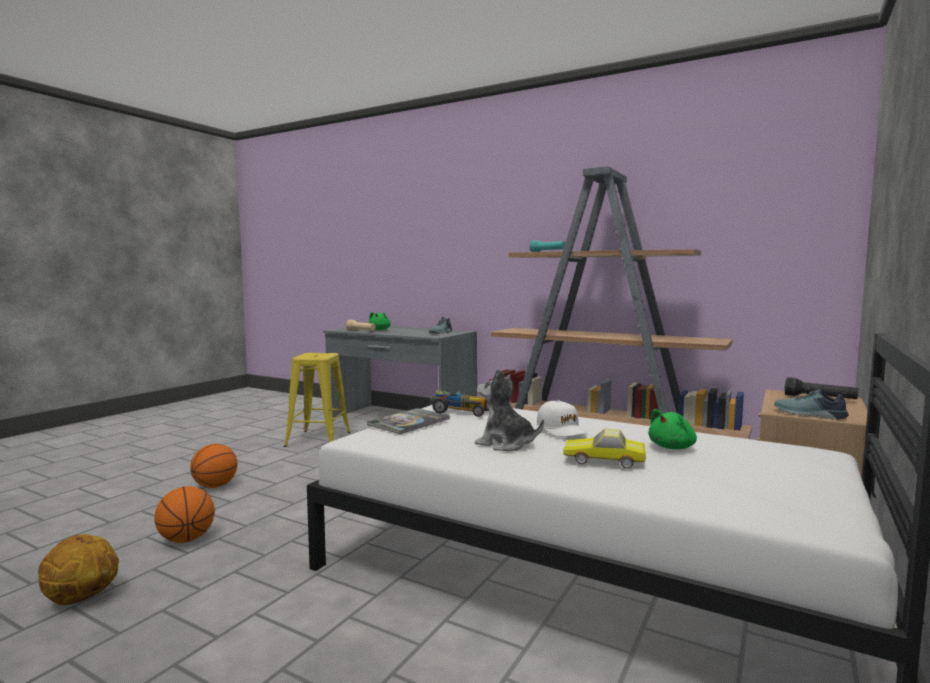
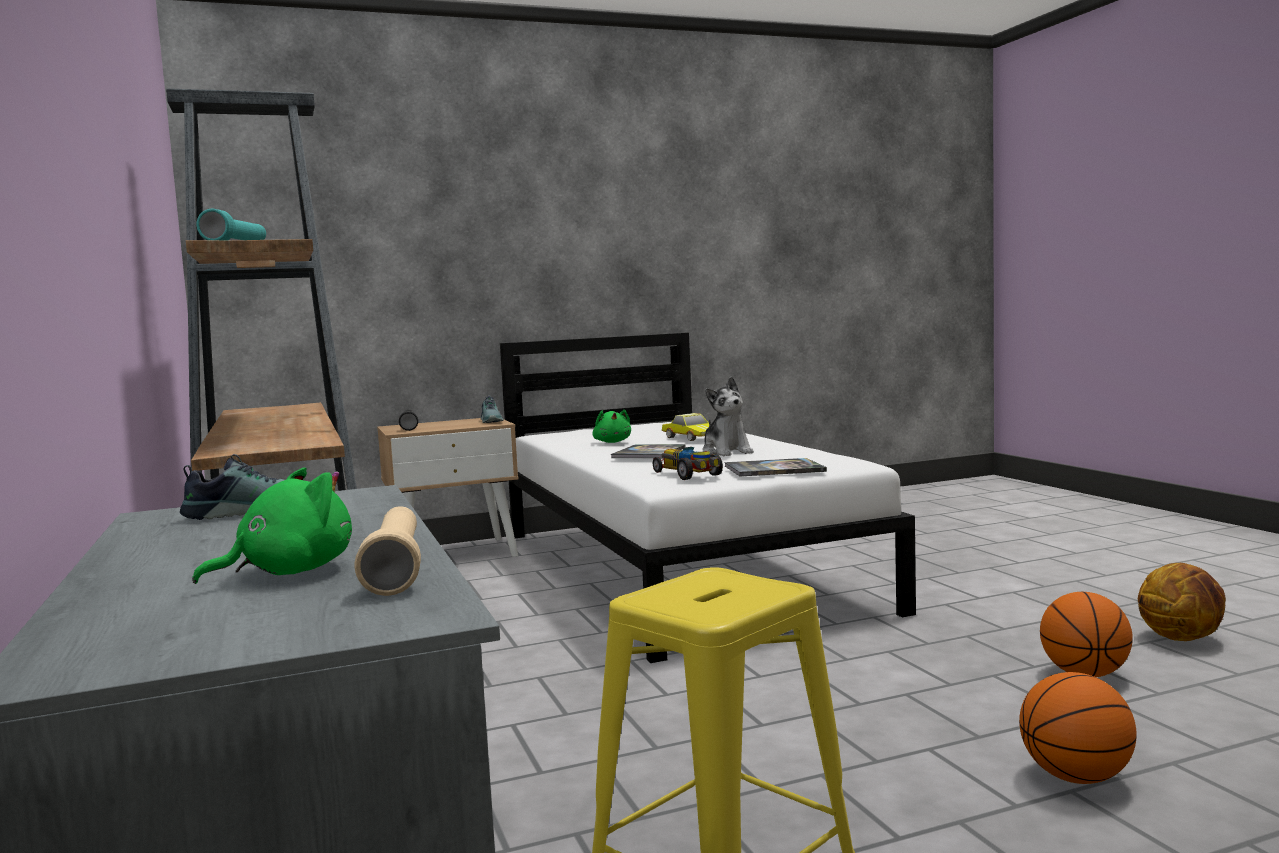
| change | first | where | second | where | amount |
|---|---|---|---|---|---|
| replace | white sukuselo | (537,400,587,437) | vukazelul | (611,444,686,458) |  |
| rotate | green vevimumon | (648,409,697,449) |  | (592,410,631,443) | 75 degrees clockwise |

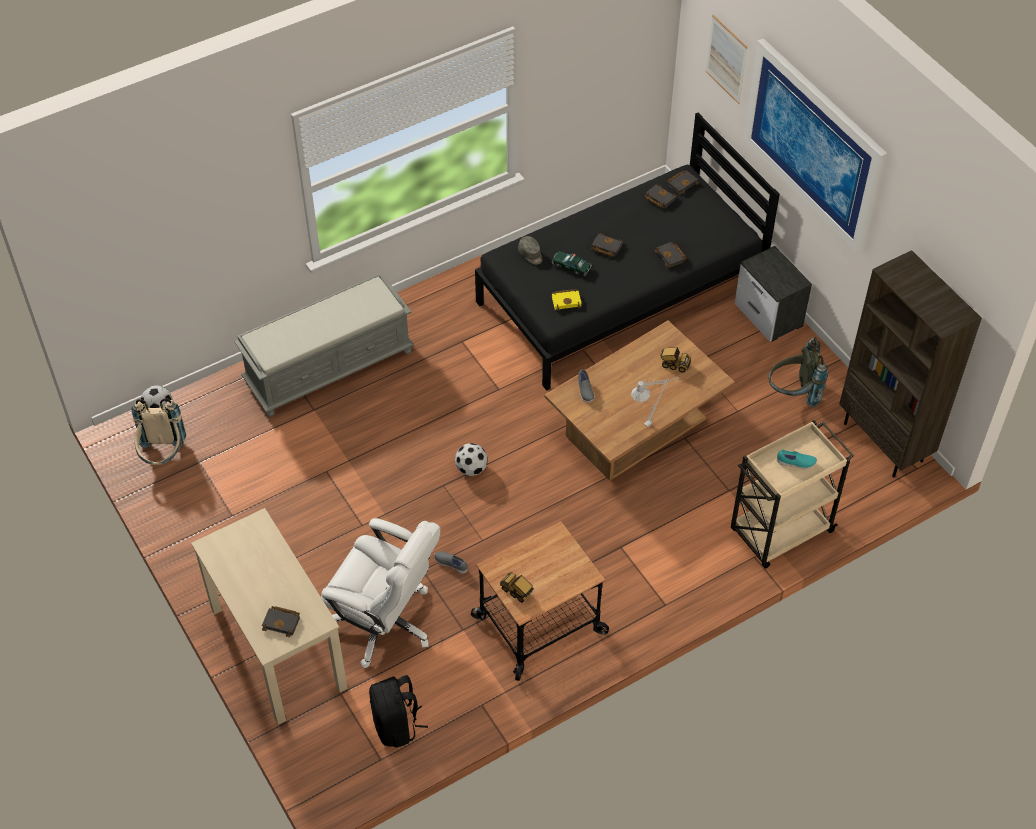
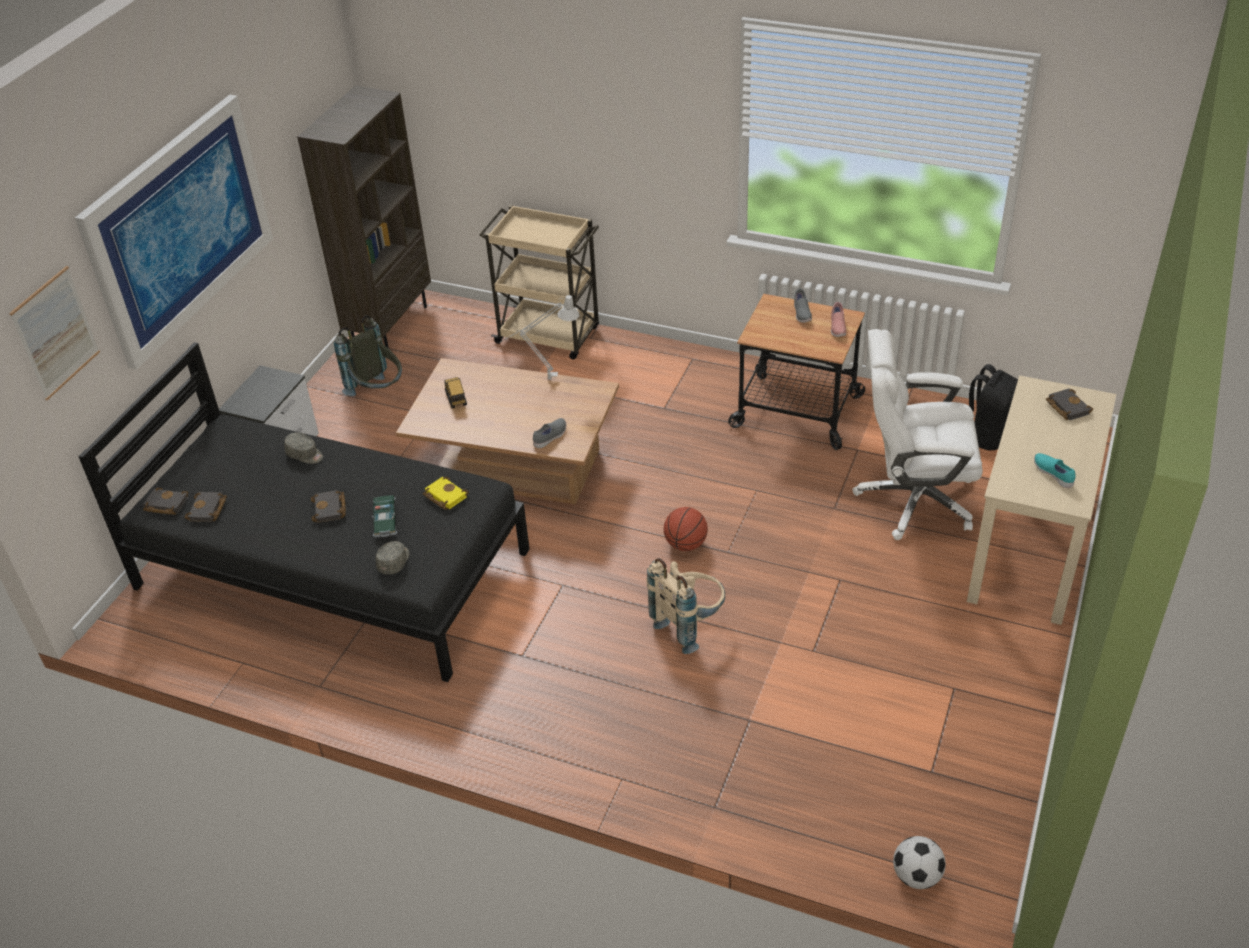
| change | first | where | second | where | amount |
|---|---|---|---|---|---|
| replace | black vukazelul | (654,242,687,268) | grey sukuselo | (284,432,323,464) |  |
| delete | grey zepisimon | (234,273,414,417) |  |  |  |
| move | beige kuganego | (132,398,186,465) |  | (646,558,725,654) |  |
| replace | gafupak | (455,443,488,476) | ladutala | (664,507,708,551) |  |
| move | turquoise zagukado | (777,450,817,469) |  | (1034,453,1076,488) |  |
| rotate | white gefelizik | (321,518,440,668) |  | (852,329,983,540) | 75 degrees counterclockwise |
| move | grey zagukado | (434,552,468,574) |  | (794,288,812,323) |  |
| replace | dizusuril | (500,572,534,603) | pink zagukado | (831,302,846,337) |  |

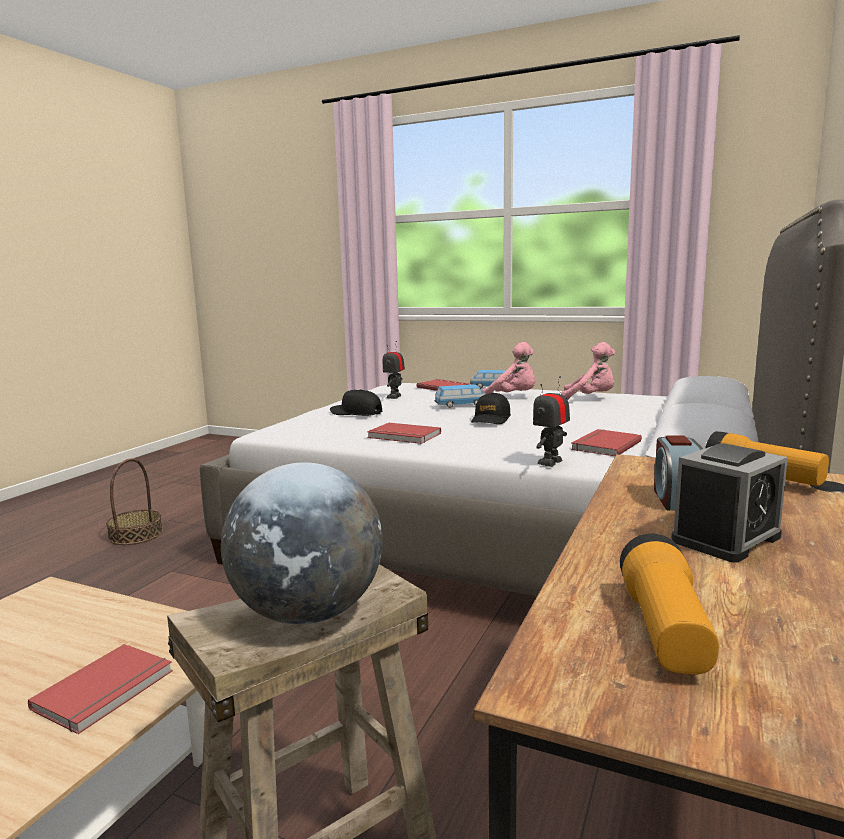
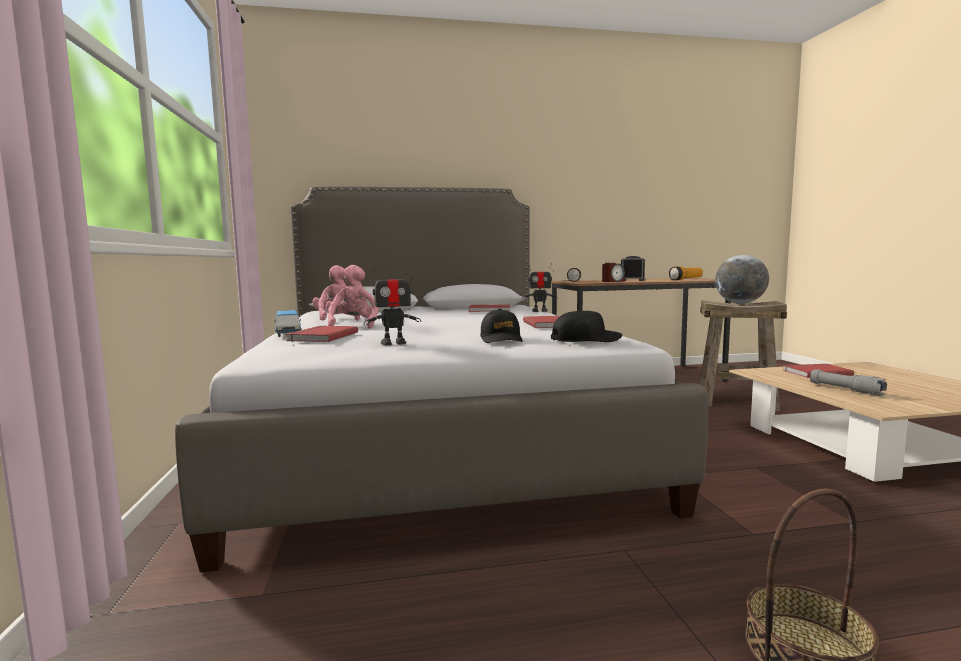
| change | first | where | second | where | amount |
|---|---|---|---|---|---|
| delete | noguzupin | (434,384,486,408) |  |  |  |
| move | black sukuselo | (471,392,511,424) |  | (551,310,622,342) |  |
| insert |  |  | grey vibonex | (810,369,887,396) |  |

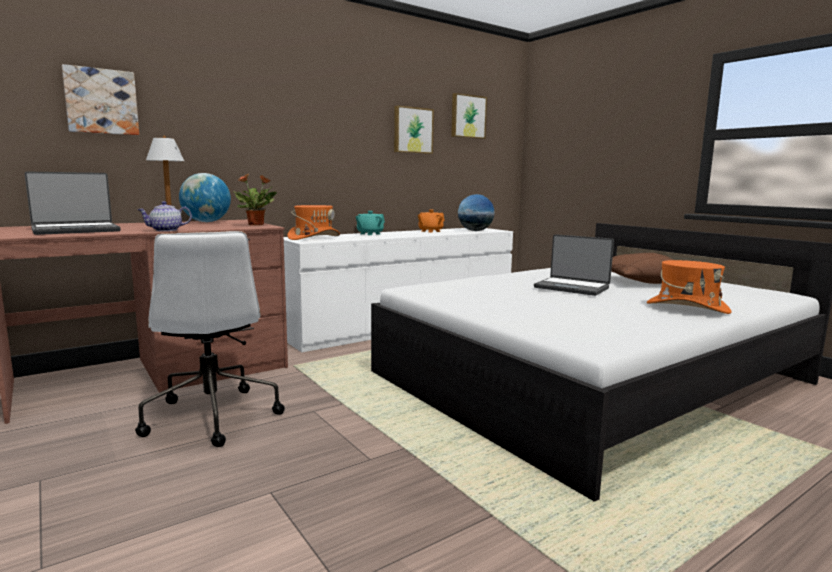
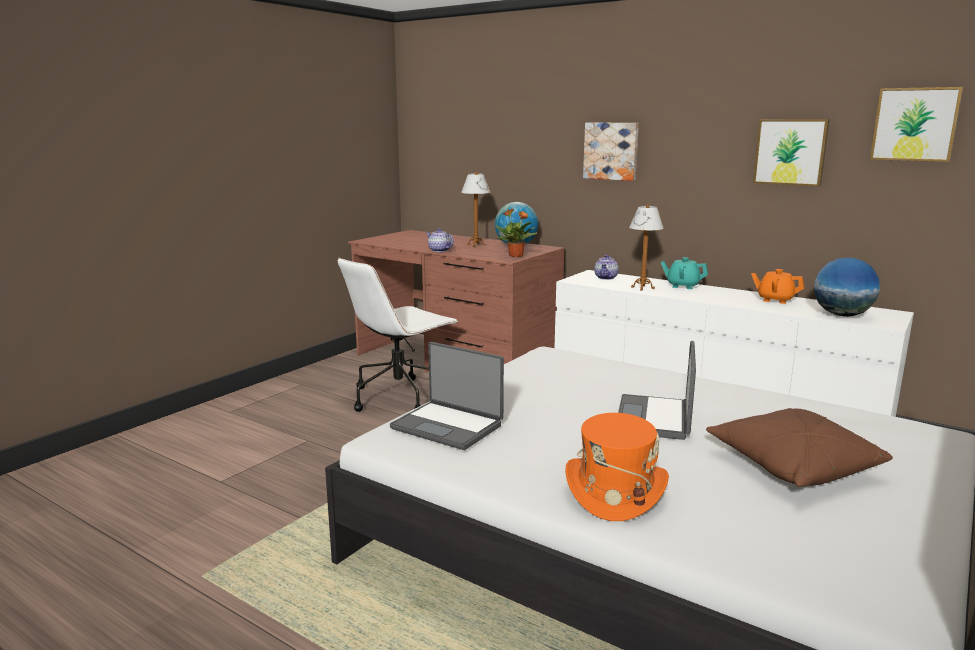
| change | first | where | second | where | amount |
|---|---|---|---|---|---|
| move | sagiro | (62,64,139,135) |  | (583,123,639,181) |  |
| move | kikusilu | (24,171,120,235) |  | (390,342,504,450) |  |
| replace | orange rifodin | (288,205,340,240) | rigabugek | (594,255,619,280) |  |
| insert |  |  | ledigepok | (629,204,664,291) |  |

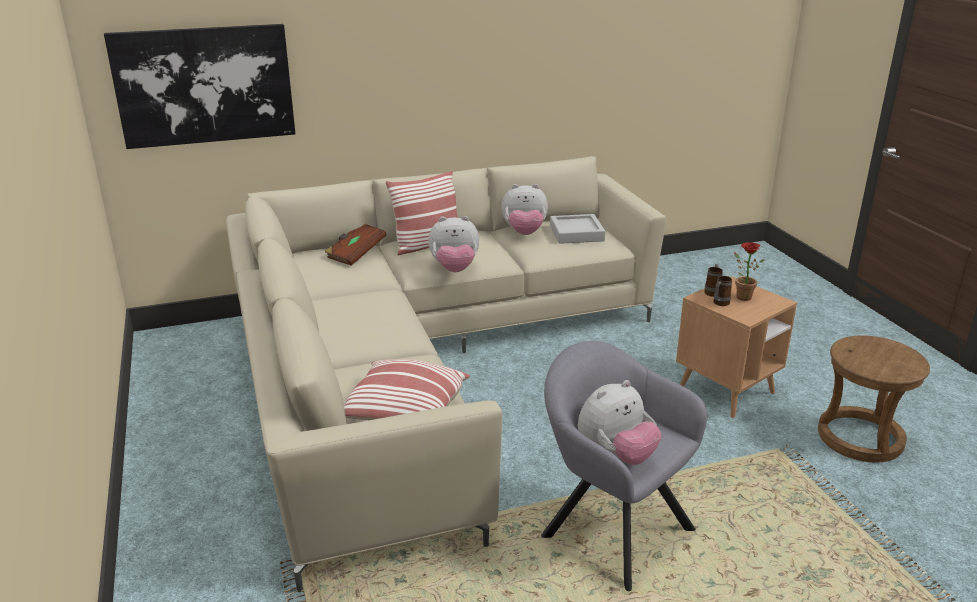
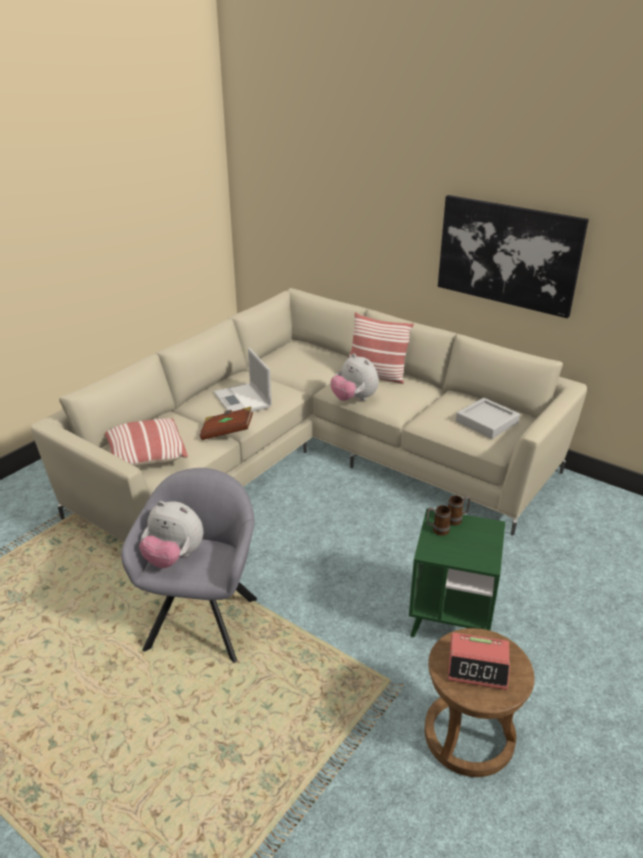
| change | first | where | second | where | amount |
|---|---|---|---|---|---|
| move | sagiro | (104,24,295,149) |  | (438,195,589,318) |  |
| delete | vevimumon | (501,184,548,235) |  |  |  |
| move | brown vukazelul | (325,223,387,266) |  | (200,406,253,440) |  |
| delete | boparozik | (734,242,765,301) |  |  |  |
| recolor | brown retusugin | (676,276,797,418) | green retusugin | (409,508,505,638) |  |
| insert |  |  | kikusilu | (213,348,272,412) |  |
| insert |  |  | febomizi | (448,633,510,690) |  |

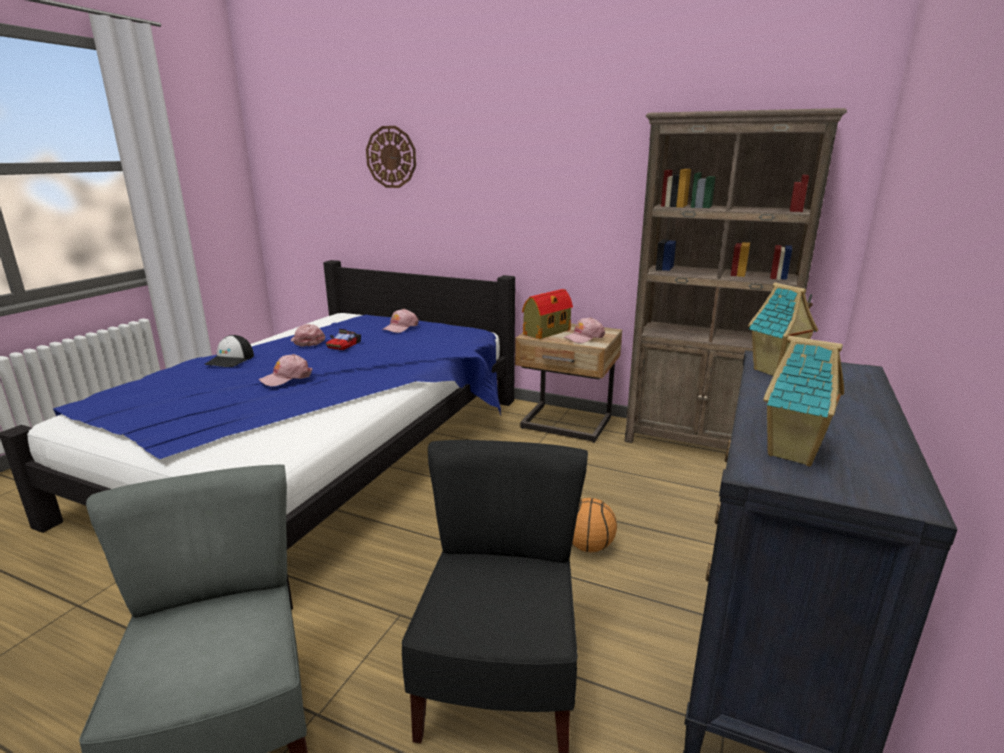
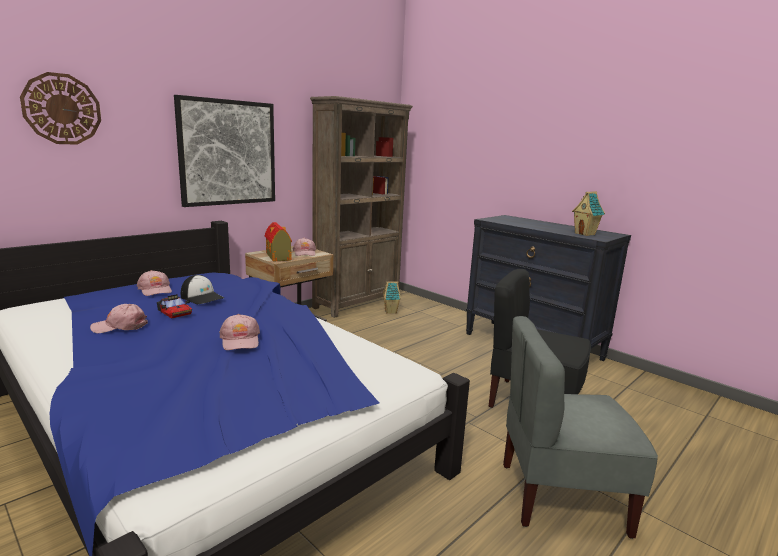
| change | first | where | second | where | amount |
|---|---|---|---|---|---|
| move | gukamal | (748,282,818,376) |  | (383,281,401,313) |  |
| move | sukuselo | (205,335,254,367) |  | (181,275,224,304) |  |
| delete | ladutala | (572,498,617,552) |  |  |  |
| insert |  |  | sagiro | (174,95,275,207) |  |

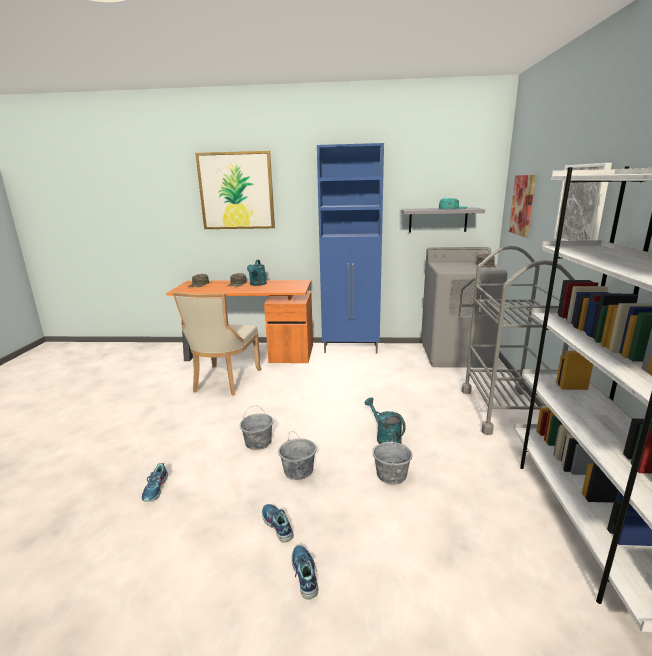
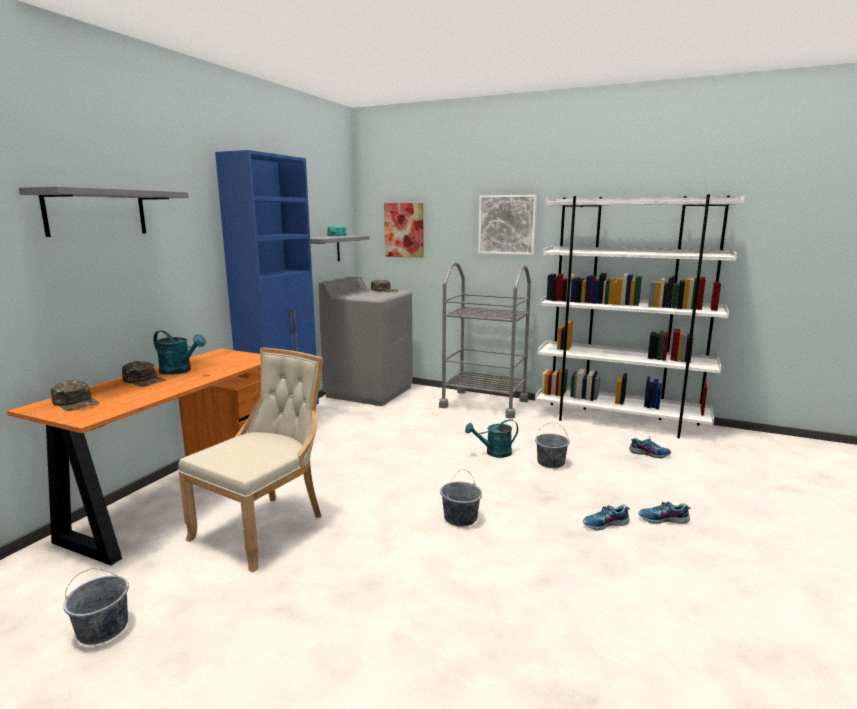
| change | first | where | second | where | amount |
|---|---|---|---|---|---|
| replace | sagiro | (195,151,275,229) | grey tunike | (19,186,189,237) |  |
| rotate | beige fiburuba | (173,292,262,396) |  | (178,348,323,572) | 90 degrees counterclockwise |
| move | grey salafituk | (278,431,316,480) |  | (63,569,129,645) |  |
| move | zagukado | (142,463,168,502) |  | (629,435,671,458) |  |

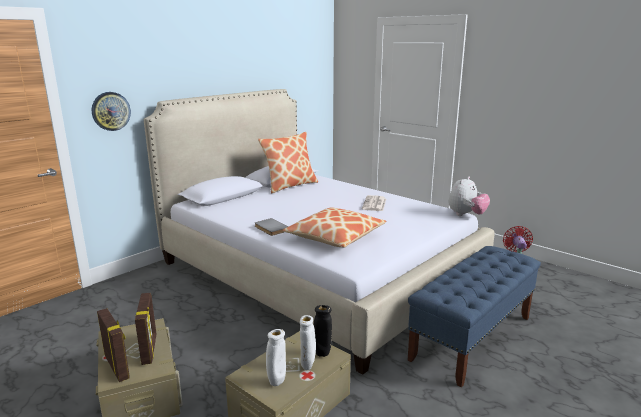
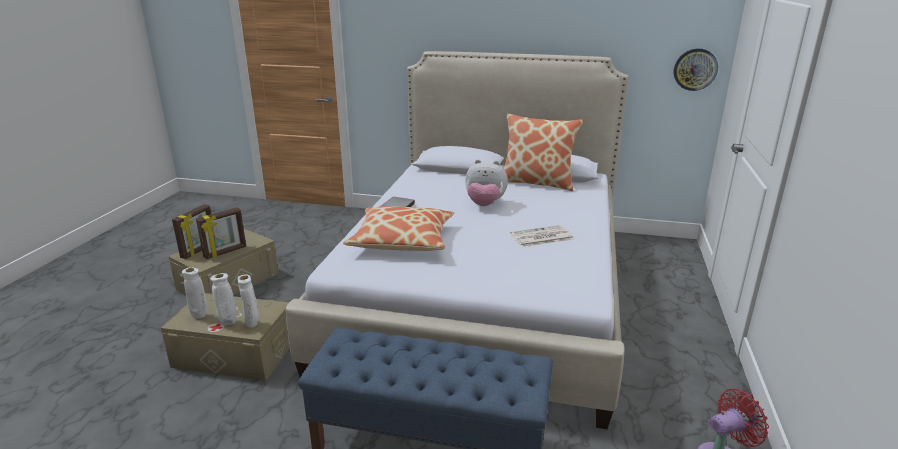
| change | first | where | second | where | amount |
|---|---|---|---|---|---|
| move | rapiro | (92,92,131,131) |  | (674,48,718,91) |  |
| move | vevimumon | (449,176,490,216) |  | (465,159,508,206) |  |
| recolor | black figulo | (314,305,332,357) | white figulo | (237,275,259,328) |  |

